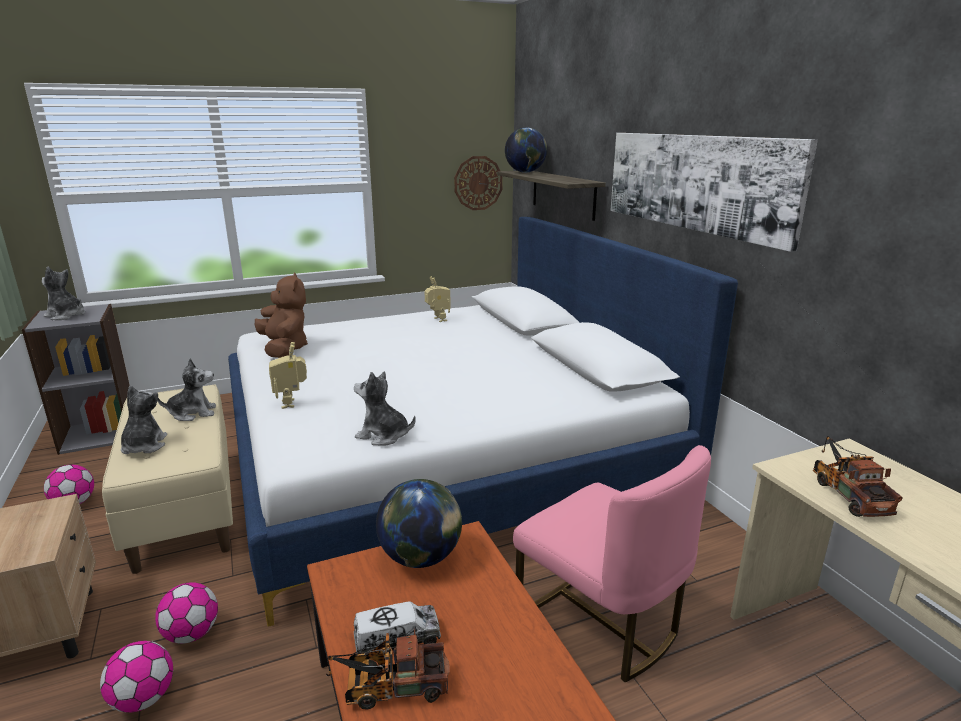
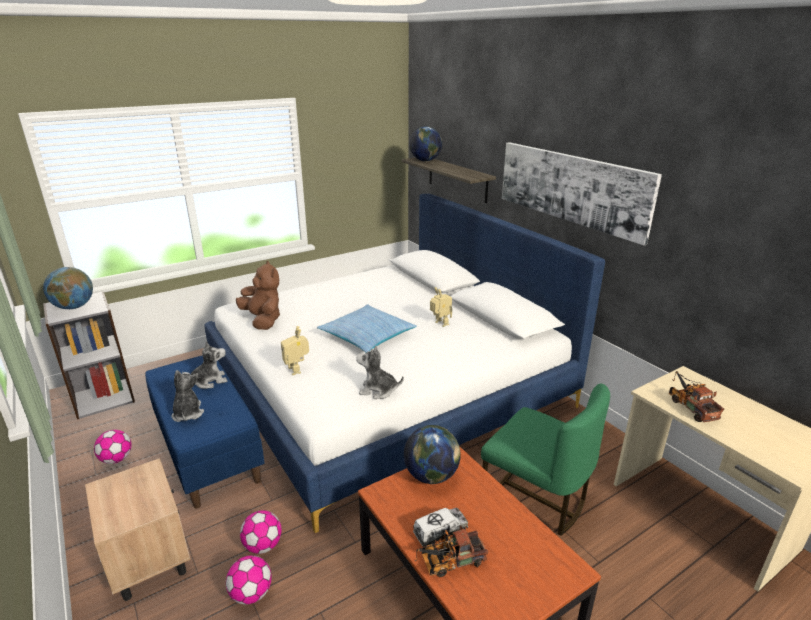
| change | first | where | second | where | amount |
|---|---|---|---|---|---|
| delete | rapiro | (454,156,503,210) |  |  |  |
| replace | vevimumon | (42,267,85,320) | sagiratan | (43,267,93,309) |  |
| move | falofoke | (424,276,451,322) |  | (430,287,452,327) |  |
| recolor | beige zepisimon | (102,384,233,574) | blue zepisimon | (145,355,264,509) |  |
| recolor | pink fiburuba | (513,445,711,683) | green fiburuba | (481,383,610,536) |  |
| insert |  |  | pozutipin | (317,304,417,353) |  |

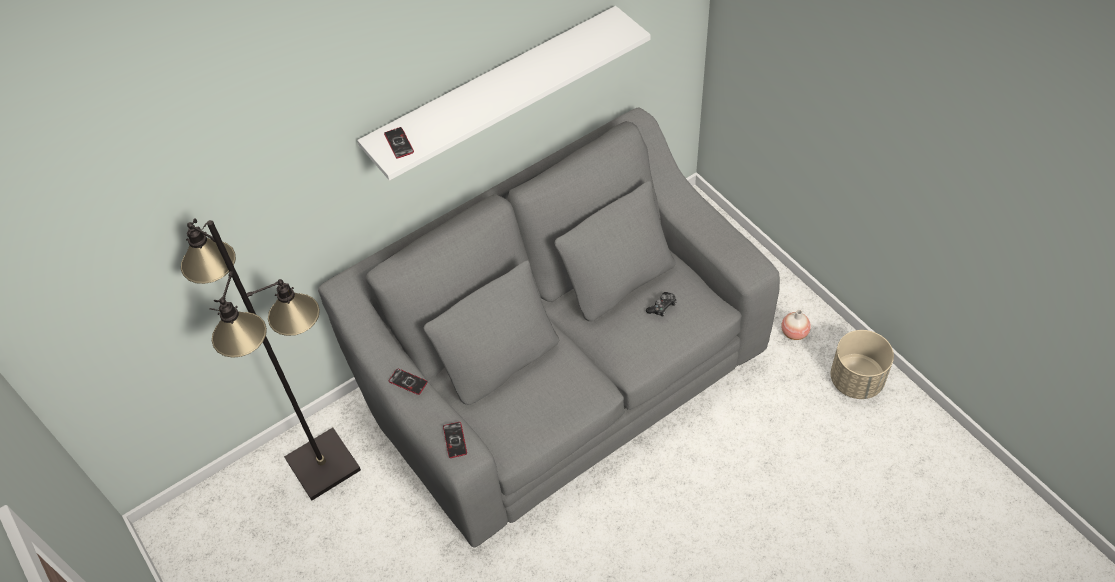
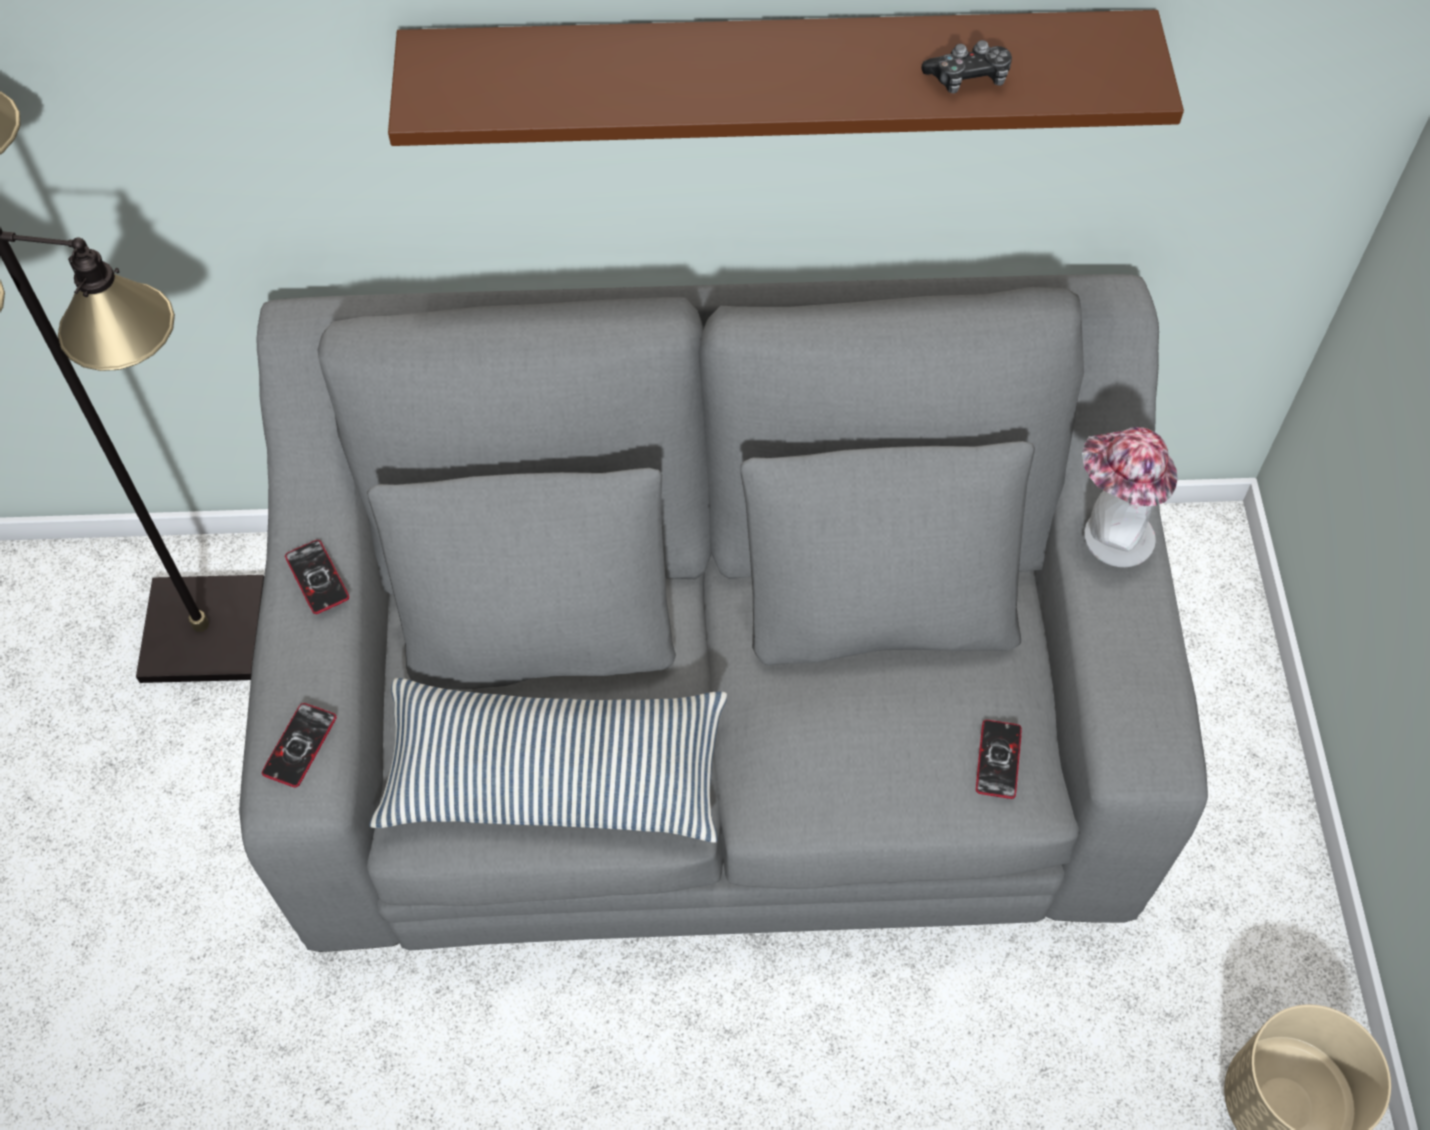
| change | first | where | second | where | amount |
|---|---|---|---|---|---|
| recolor | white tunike | (357,6,651,181) | brown tunike | (388,10,1184,146) |  |
| move | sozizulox | (384,127,414,159) |  | (976,720,1022,799) |  |
| move | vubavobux | (646,292,677,316) |  | (921,40,1012,93) |  |
| delete | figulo | (781,310,811,340) |  |  |  |
| insert |  |  | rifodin | (1082,427,1178,567) |  |
| insert |  |  | pozutipin | (369,678,727,843) |  |

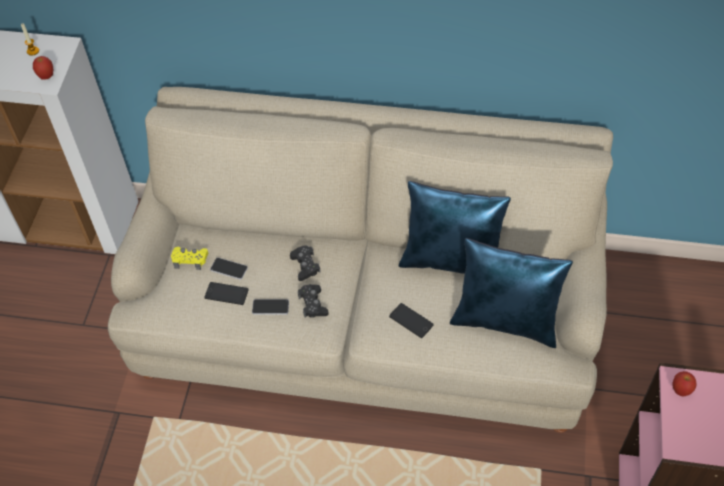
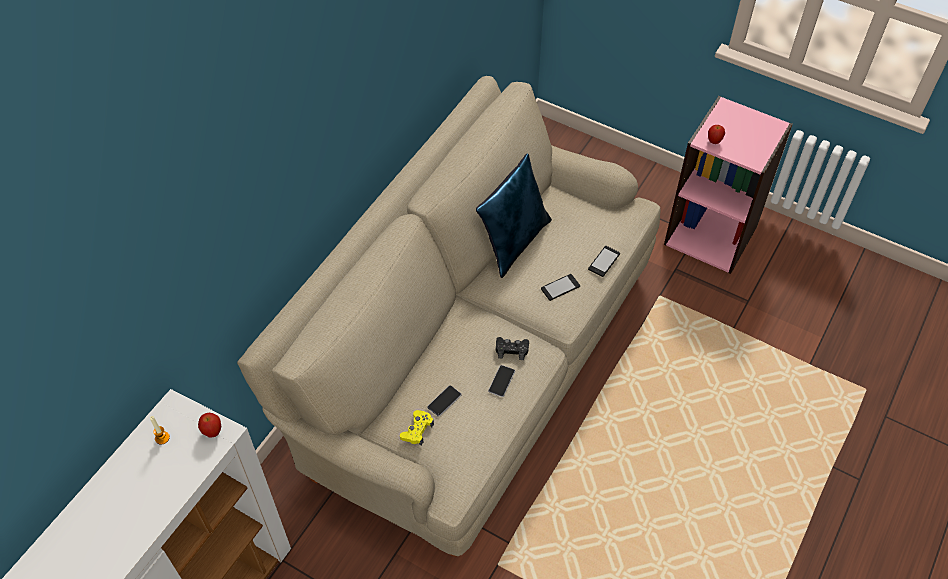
| change | first | where | second | where | amount |
|---|---|---|---|---|---|
| delete | blue pozutipin | (450,238,573,348) |  |  |  |
| delete | black vubavobux | (290,245,321,281) |  |  |  |
| move | sozizulox | (204,282,249,305) |  | (588,246,620,277) |  |

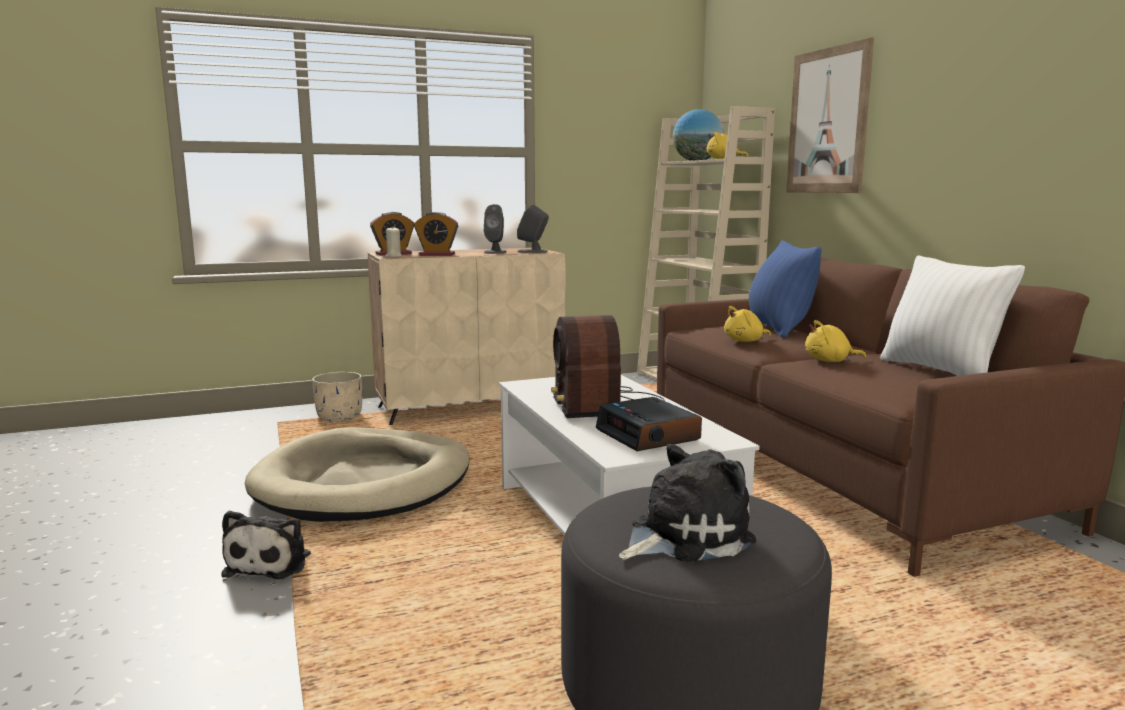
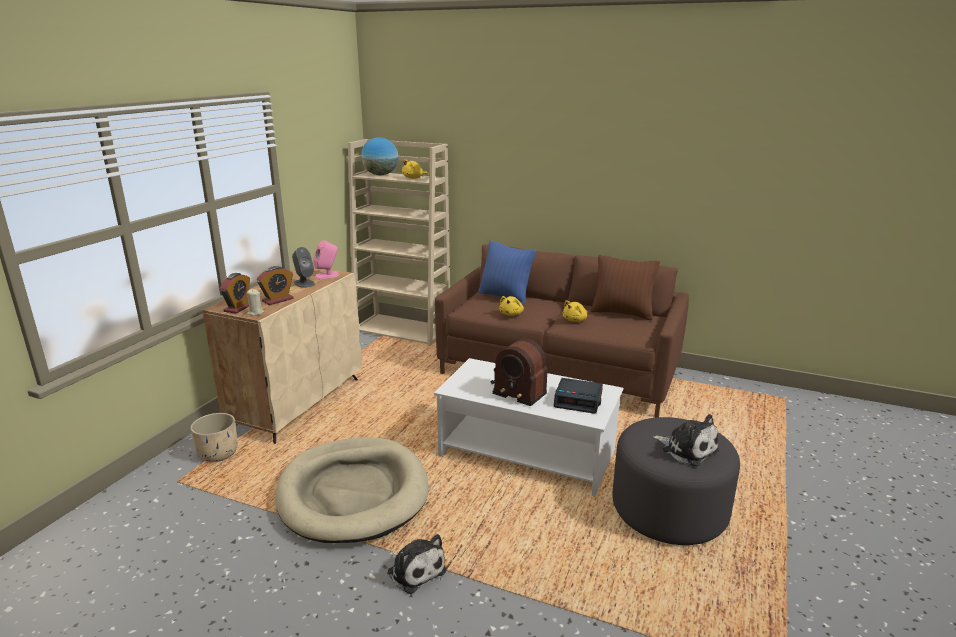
| change | first | where | second | where | amount |
|---|---|---|---|---|---|
| delete | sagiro | (786,37,874,193) |  |  |  |
| recolor | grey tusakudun | (517,204,549,253) | pink tusakudun | (313,240,339,279) |  |
| recolor | white pozutipin | (880,256,1025,376) | brown pozutipin | (591,255,660,320) |  |
| rotate | vevimumon | (619,444,756,562) |  | (653,414,719,466) | 120 degrees clockwise |

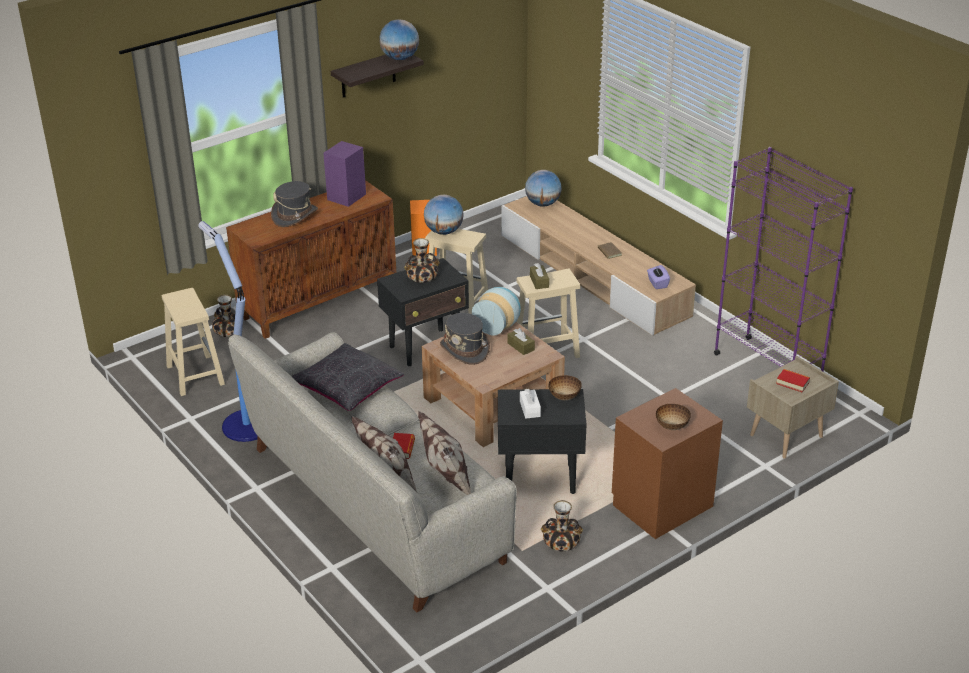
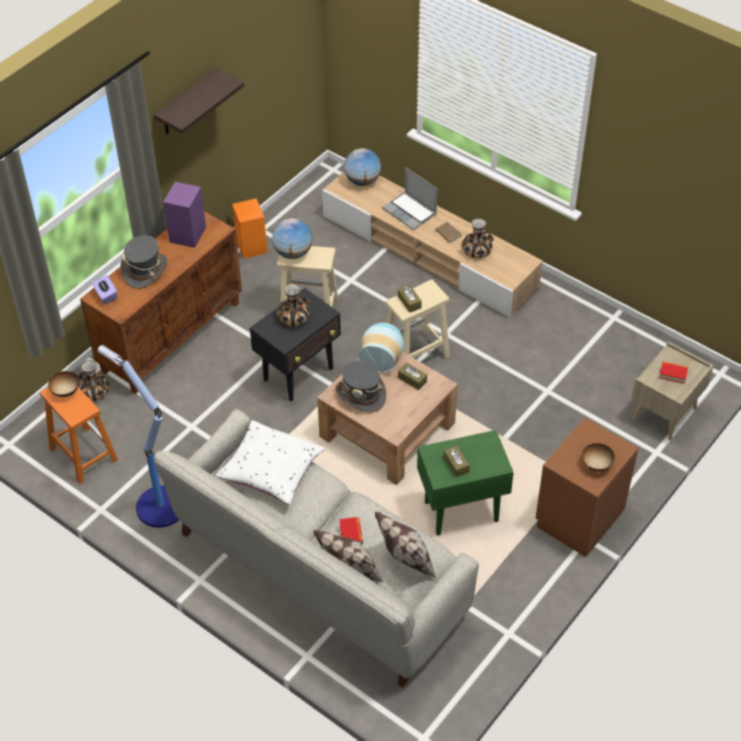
| change | first | where | second | where | amount |
|---|---|---|---|---|---|
| delete | sagiratan | (379,20,419,60) |  |  |  |
| delete | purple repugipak | (714,147,853,371) |  |  |  |
| move | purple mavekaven | (647,265,670,289) |  | (92,275,117,304) |  |
| recolor | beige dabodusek | (162,288,225,396) | orange dabodusek | (40,387,118,484) |  |
| recolor | black pozutipin | (291,343,405,411) | white pozutipin | (215,420,325,504) |  |
| move | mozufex | (549,375,582,400) |  | (48,371,79,397) |  |
| recolor | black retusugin | (498,389,587,494) | green retusugin | (417,430,514,536) |  |
| recolor | white mavekaven | (520,389,541,419) | brown mavekaven | (444,445,470,477) |  |
| move | figulo | (541,500,583,551) |  | (461,218,494,258) |  |
| insert |  |  | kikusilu | (382,167,437,230) |  |

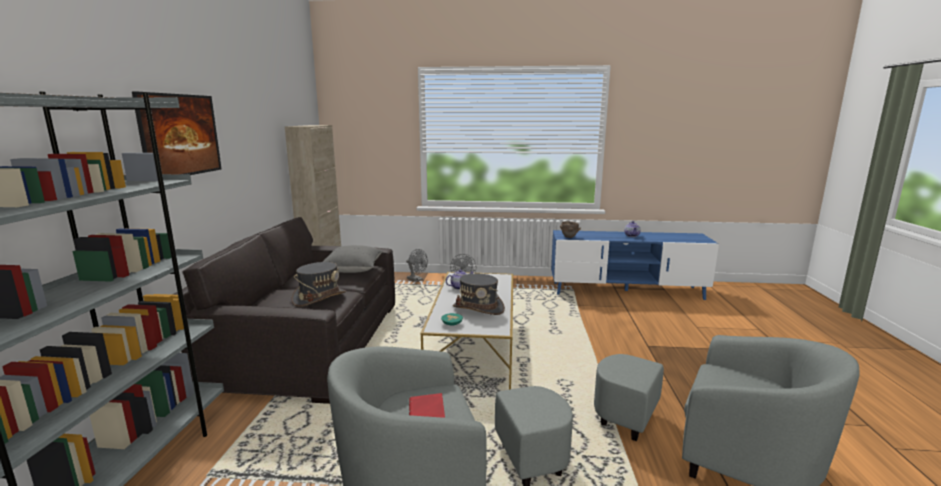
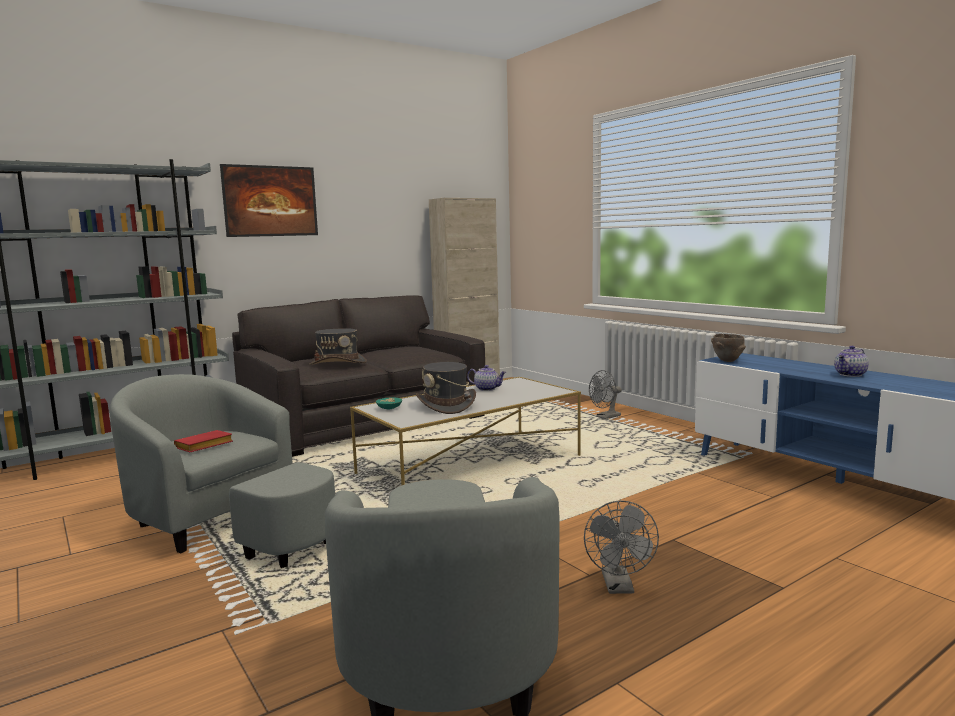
| change | first | where | second | where | amount |
|---|---|---|---|---|---|
| delete | grey pozutipin | (323,245,383,273) |  |  |  |
| move | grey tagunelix | (406,249,428,282) |  | (584,500,659,594) |  |

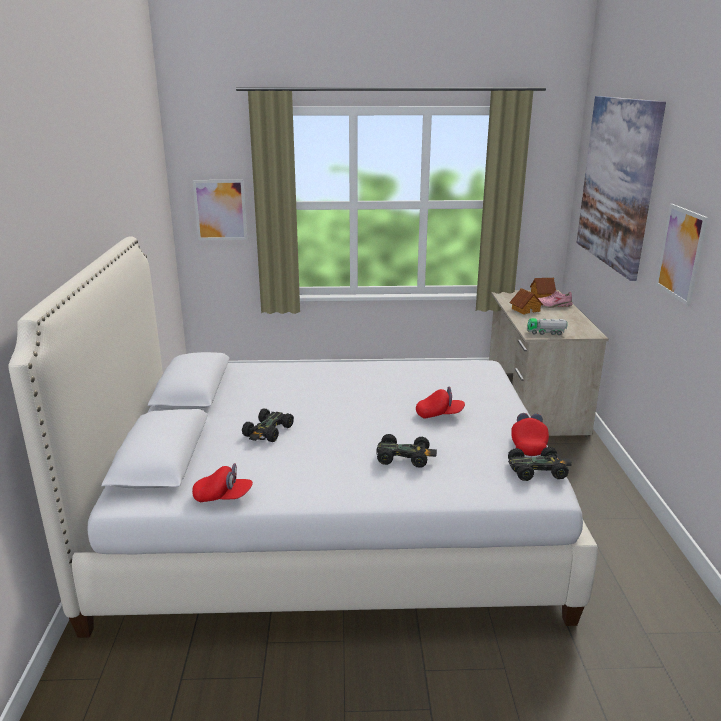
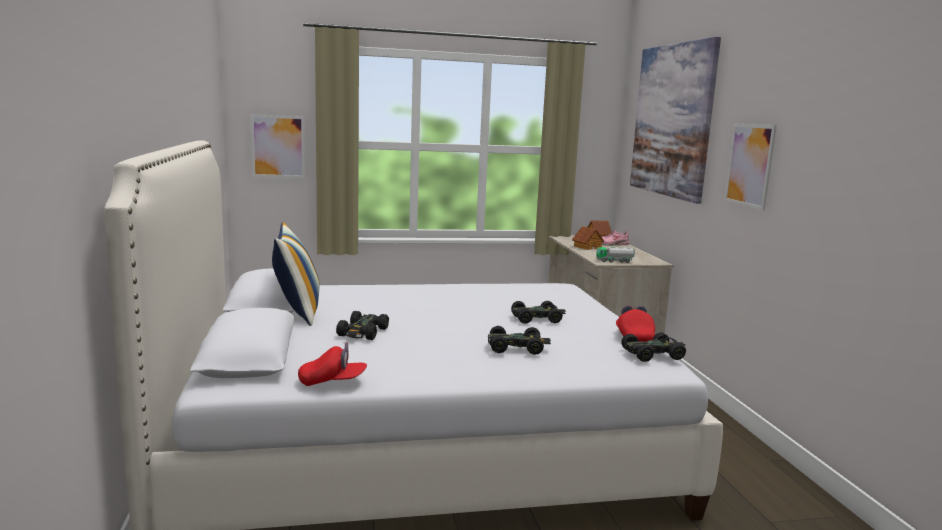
| change | first | where | second | where | amount |
|---|---|---|---|---|---|
| replace | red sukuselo | (416,387,465,419) | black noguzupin | (511,301,566,324) |  |
| insert |  |  | pozutipin | (272,222,320,326) |  |

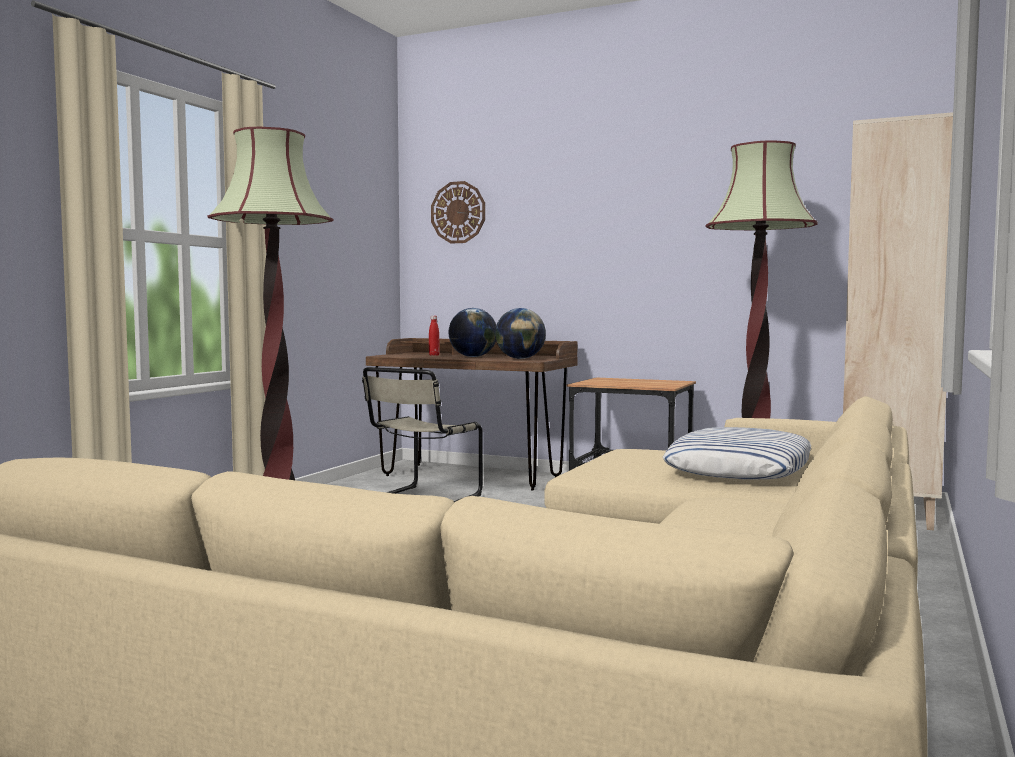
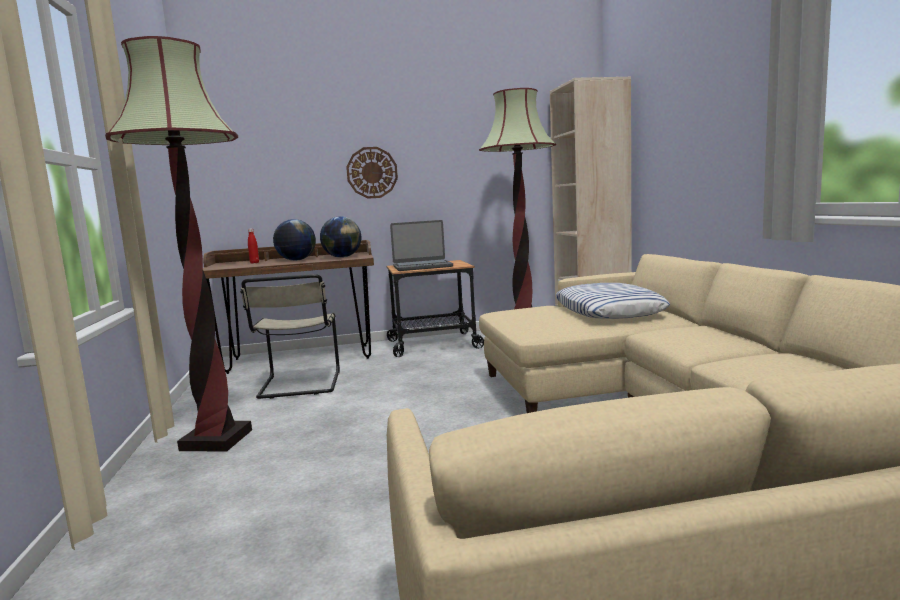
| change | first | where | second | where | amount |
|---|---|---|---|---|---|
| move | rapiro | (431,181,485,243) |  | (346,147,398,199) |  |
| insert |  |  | kikusilu | (390,220,453,271) |  |

